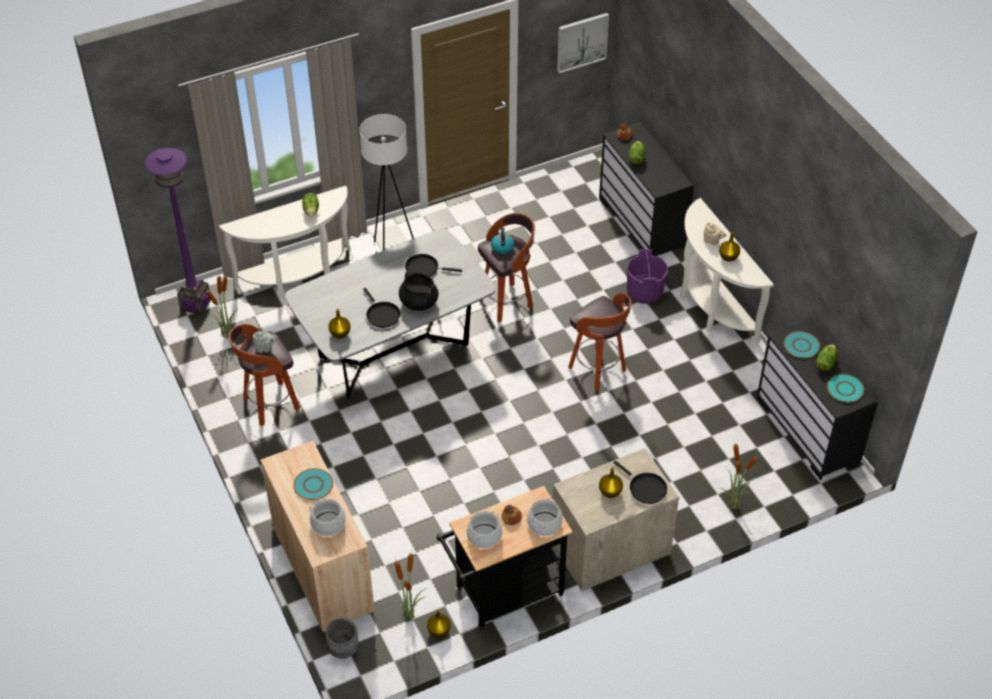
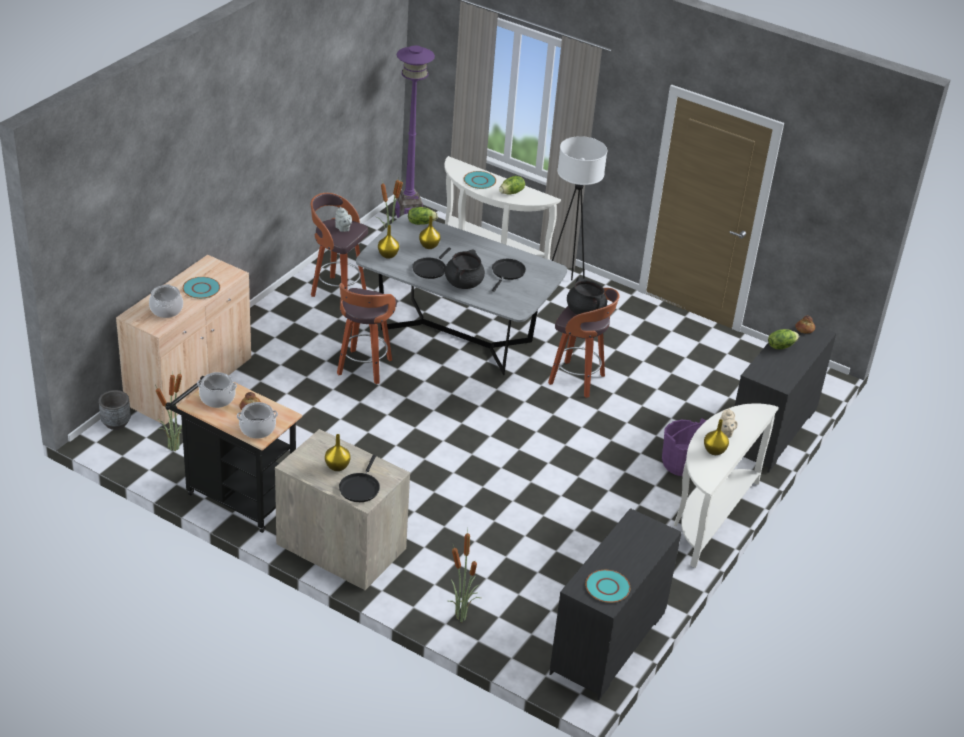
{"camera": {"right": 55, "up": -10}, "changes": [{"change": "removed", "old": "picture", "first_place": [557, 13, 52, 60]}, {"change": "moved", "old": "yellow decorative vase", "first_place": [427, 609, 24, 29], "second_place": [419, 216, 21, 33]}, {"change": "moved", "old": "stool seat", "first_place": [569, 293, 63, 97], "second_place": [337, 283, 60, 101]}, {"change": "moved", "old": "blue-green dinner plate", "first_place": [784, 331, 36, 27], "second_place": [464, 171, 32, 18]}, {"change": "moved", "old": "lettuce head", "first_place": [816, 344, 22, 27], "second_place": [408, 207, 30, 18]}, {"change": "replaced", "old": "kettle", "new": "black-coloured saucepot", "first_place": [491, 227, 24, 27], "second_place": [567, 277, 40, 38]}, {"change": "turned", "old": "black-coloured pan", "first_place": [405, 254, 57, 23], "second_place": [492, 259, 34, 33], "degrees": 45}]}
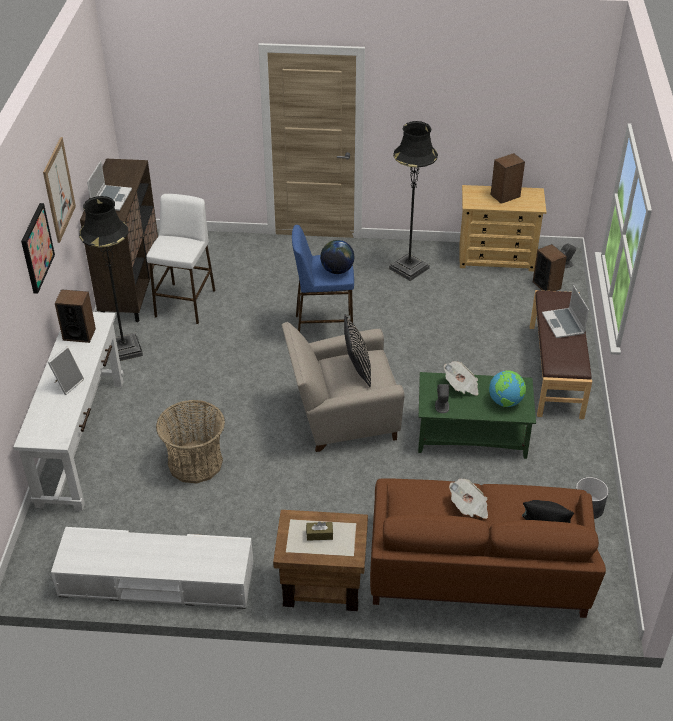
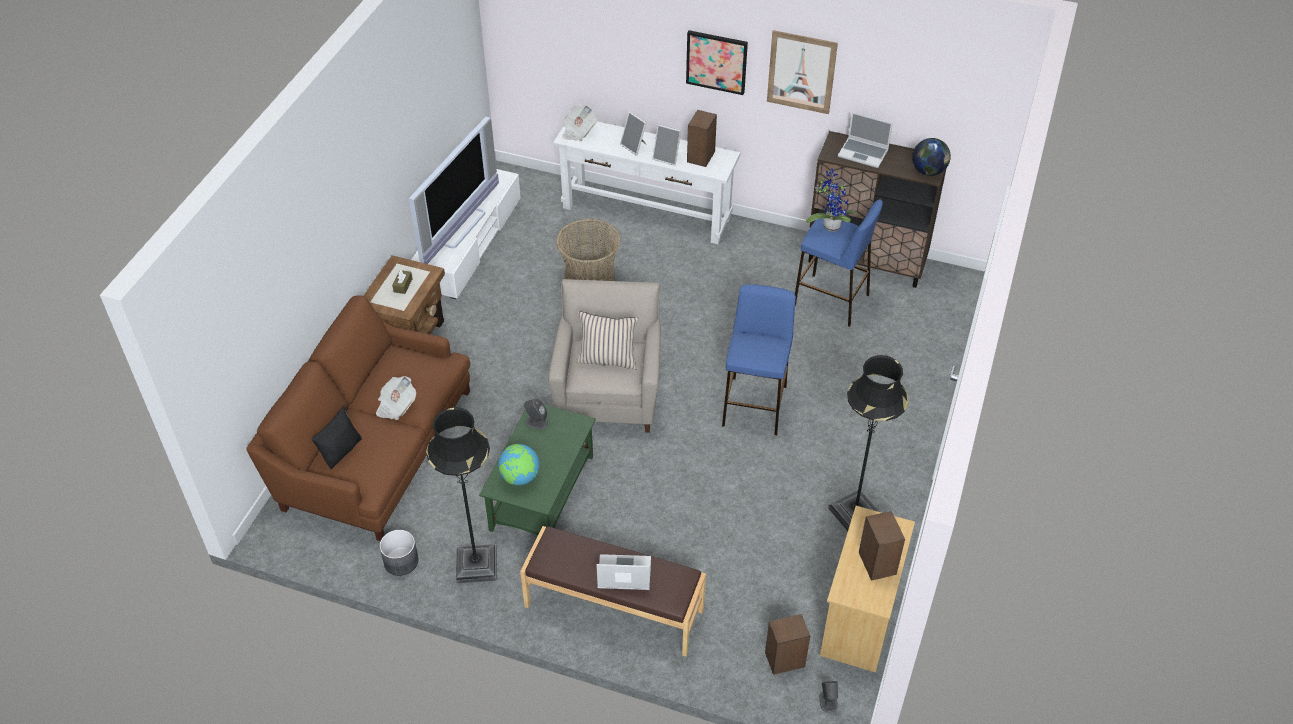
{"camera": {"right": 105, "up": 5}, "changes": [{"change": "added", "new": "television", "second_place": [409, 117, 90, 147]}, {"change": "added", "new": "photo frame", "second_place": [653, 124, 28, 42]}, {"change": "added", "new": "plant in a pot", "second_place": [806, 168, 53, 64]}, {"change": "moved", "old": "black-coloured floor lamp", "first_place": [79, 196, 64, 165], "second_place": [426, 407, 71, 177]}, {"change": "moved", "old": "globe", "first_place": [320, 240, 34, 34], "second_place": [912, 138, 39, 38]}, {"change": "moved", "old": "daily paper", "first_place": [444, 361, 34, 35], "second_place": [562, 105, 35, 36]}, {"change": "recoloured", "old": "whitish stool seat", "new": "bluish stool seat", "first_place": [146, 194, 69, 130], "second_place": [795, 199, 88, 128]}, {"change": "recoloured", "old": "black-coloured throw pillow", "new": "sand-coloured throw pillow", "first_place": [344, 314, 27, 73], "second_place": [576, 311, 63, 59]}]}
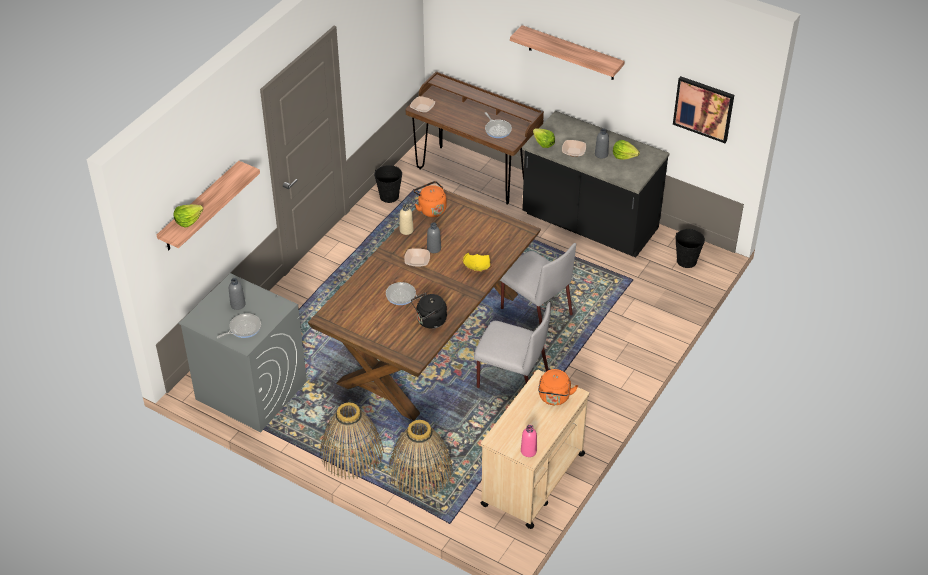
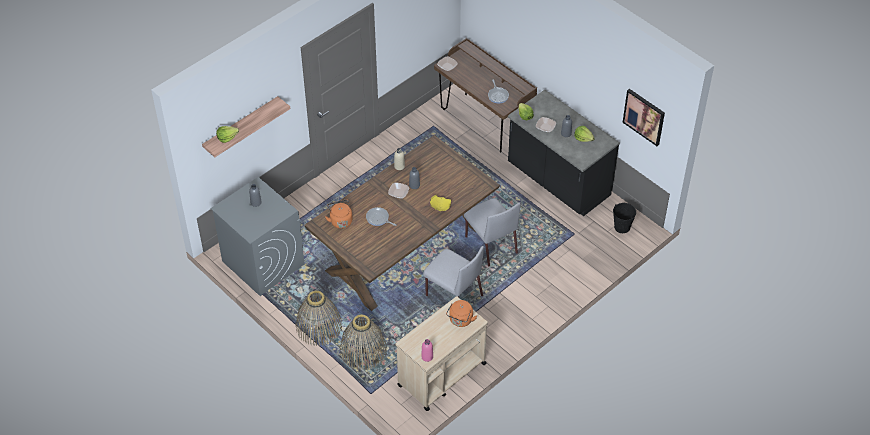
{"camera": {"right": 15, "up": 5}, "changes": [{"change": "removed", "old": "pan", "first_place": [217, 313, 44, 25]}, {"change": "removed", "old": "black-coloured pail", "first_place": [374, 165, 28, 38]}, {"change": "removed", "old": "black-coloured kettle", "first_place": [411, 293, 36, 36]}, {"change": "removed", "old": "bracket shelf", "first_place": [510, 25, 115, 55]}, {"change": "moved", "old": "orangey kettle", "first_place": [414, 181, 32, 36], "second_place": [325, 199, 28, 30]}]}
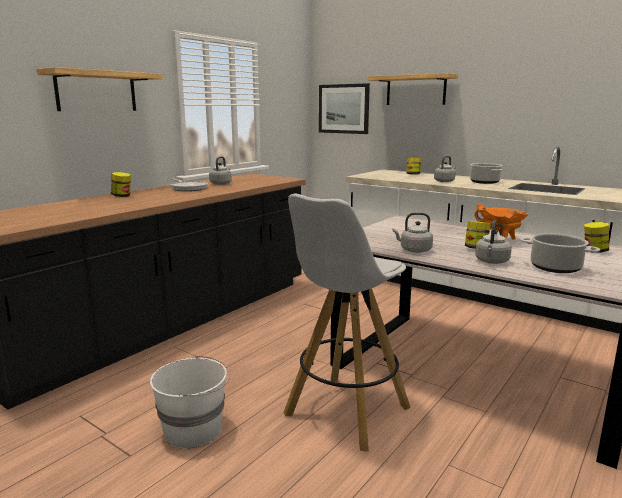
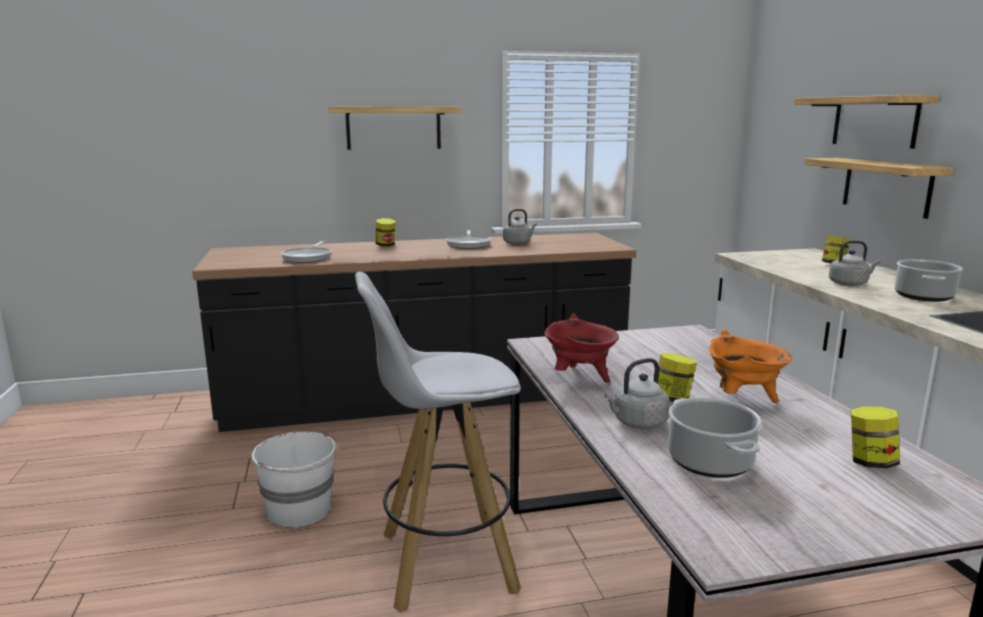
{"camera": {"right": 40, "up": 0}, "changes": [{"change": "removed", "old": "picture", "first_place": [319, 83, 51, 51]}, {"change": "added", "new": "pan", "second_place": [281, 241, 50, 22]}, {"change": "added", "new": "bracket shelf", "second_place": [804, 158, 150, 61]}, {"change": "replaced", "old": "greyish kettle", "new": "red-coloured saucepot", "first_place": [393, 212, 40, 41], "second_place": [544, 313, 75, 69]}]}
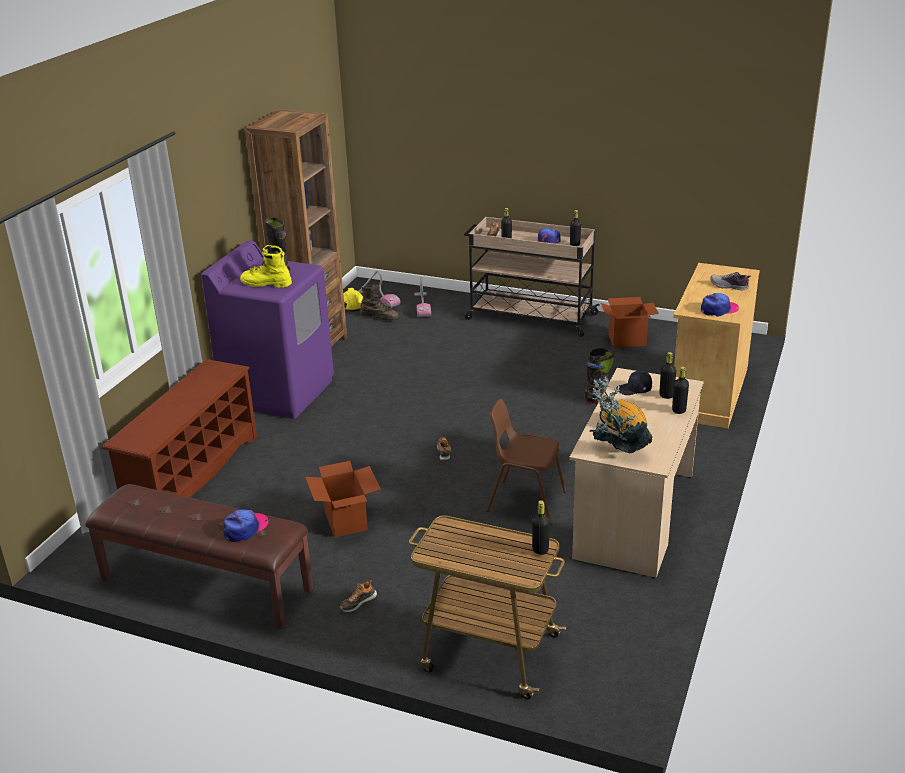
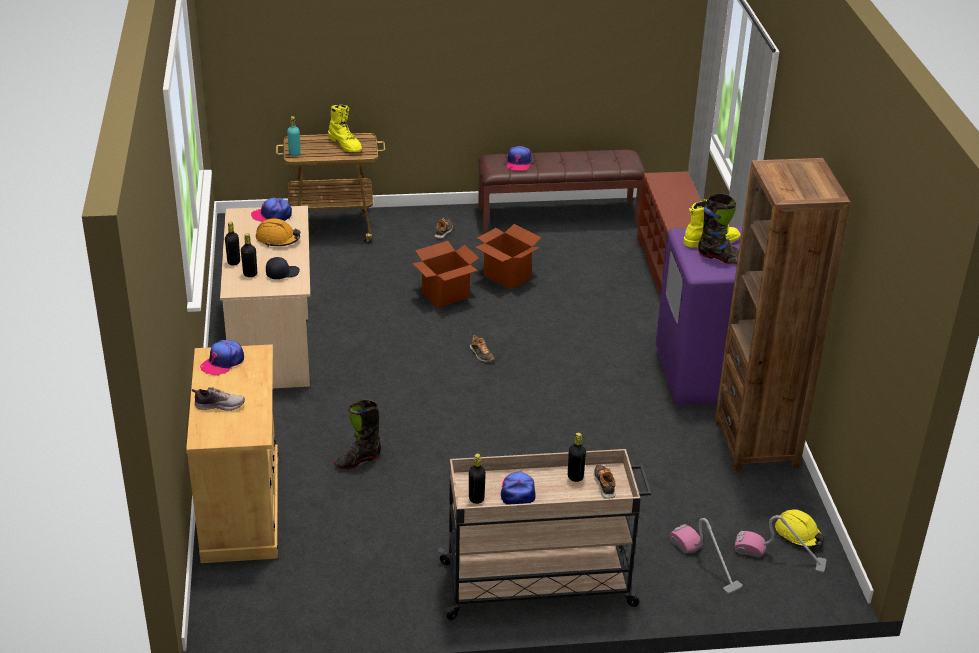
{"camera": {"right": 150, "up": 5}, "changes": [{"change": "removed", "old": "brown boot", "first_place": [360, 284, 40, 36]}, {"change": "removed", "old": "brown chair", "first_place": [487, 399, 79, 126]}, {"change": "added", "new": "yellow boot", "second_place": [328, 105, 34, 47]}, {"change": "moved", "old": "carton", "first_place": [601, 297, 58, 51], "second_place": [412, 241, 67, 67]}, {"change": "replaced", "old": "plant in a pot", "new": "cap", "first_place": [590, 376, 62, 77], "second_place": [251, 197, 41, 25]}, {"change": "recoloured", "old": "black-coloured bottle", "new": "blue-green bottle", "first_place": [532, 500, 18, 55], "second_place": [287, 116, 14, 40]}]}
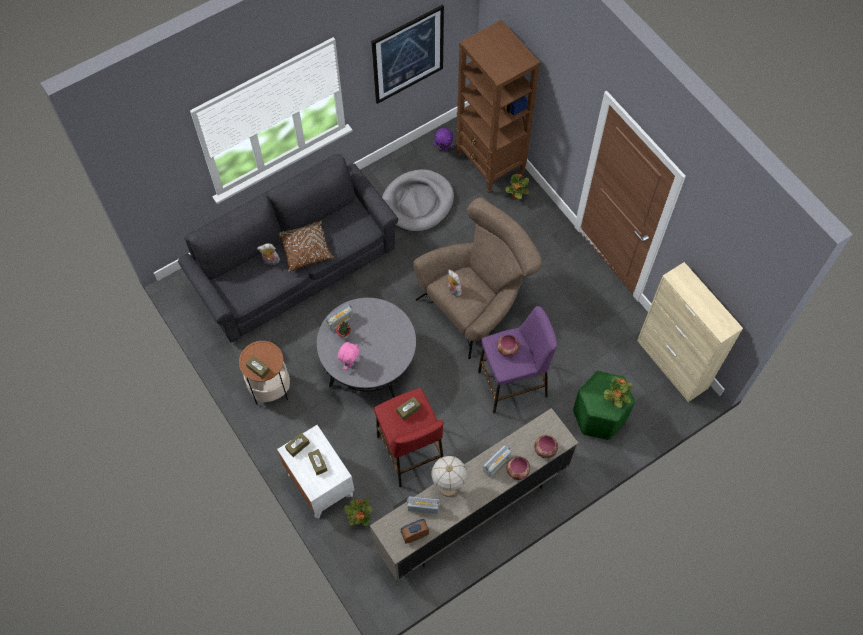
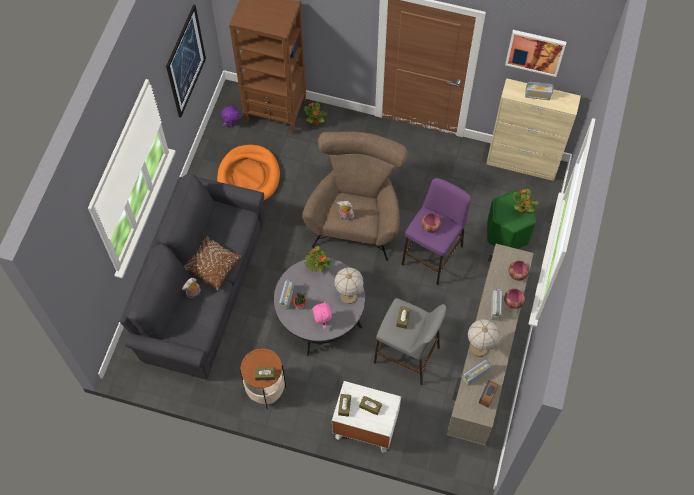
{"camera": {"right": -40, "up": 0}, "changes": [{"change": "added", "new": "tabletop lamp", "second_place": [334, 268, 30, 36]}, {"change": "added", "new": "picture", "second_place": [505, 30, 61, 47]}, {"change": "added", "new": "radio receiver", "second_place": [525, 82, 29, 18]}, {"change": "moved", "old": "plant in a pot", "first_place": [344, 498, 29, 28], "second_place": [304, 246, 27, 26]}, {"change": "recoloured", "old": "red-coloured stool seat", "new": "greyish stool seat", "first_place": [374, 388, 70, 99], "second_place": [374, 298, 72, 87]}, {"change": "recoloured", "old": "greyish dog bed", "new": "orangey dog bed", "first_place": [382, 169, 72, 63], "second_place": [217, 145, 63, 56]}]}
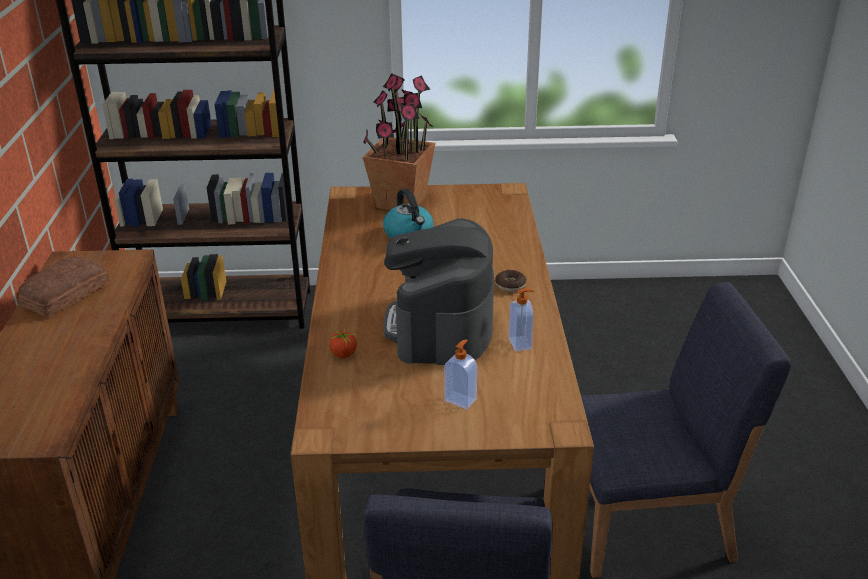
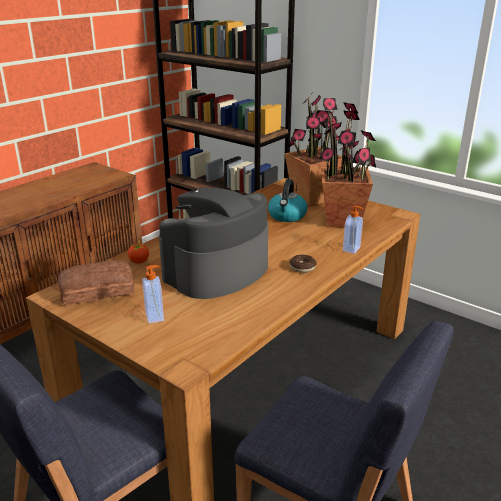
{"camera": {"right": 40, "up": -5}, "changes": [{"change": "added", "new": "plant in a pot", "second_place": [319, 102, 57, 125]}, {"change": "moved", "old": "bakery bread", "first_place": [18, 256, 92, 62], "second_place": [58, 260, 77, 45]}, {"change": "moved", "old": "soap bottle", "first_place": [509, 288, 25, 63], "second_place": [343, 206, 20, 48]}]}
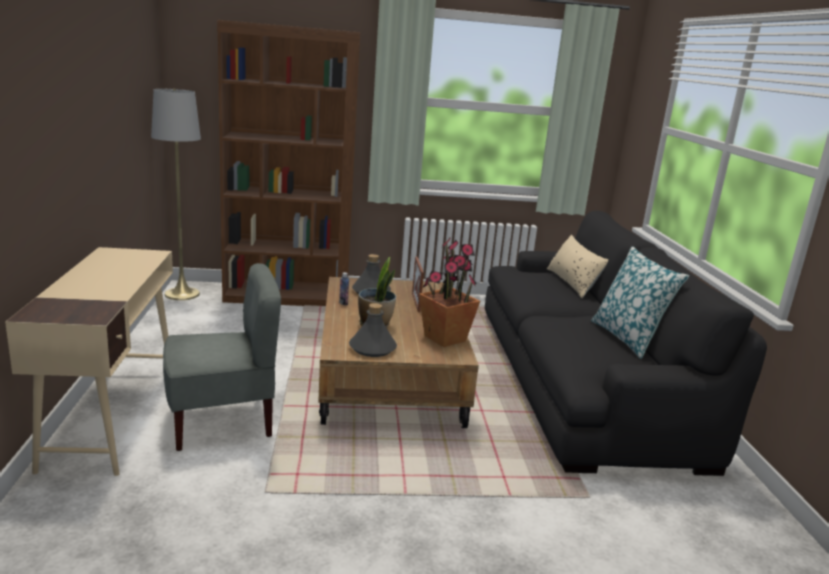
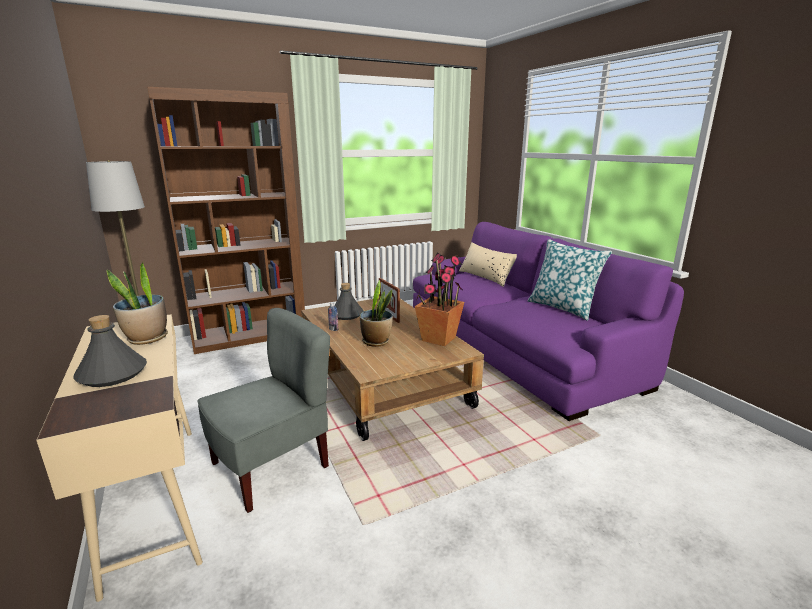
{"camera": {"right": -20, "up": 0}, "changes": [{"change": "added", "new": "plant in a pot", "second_place": [107, 262, 61, 83]}, {"change": "moved", "old": "greyish bottle", "first_place": [349, 303, 48, 54], "second_place": [73, 315, 74, 72]}, {"change": "recoloured", "old": "black-coloured couch", "new": "purplish couch", "first_place": [485, 211, 282, 265], "second_place": [413, 222, 271, 199]}]}
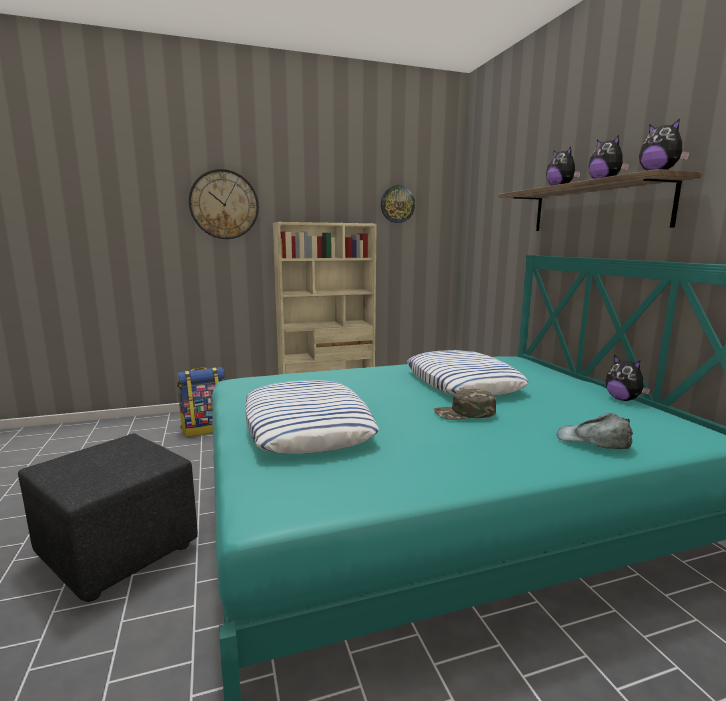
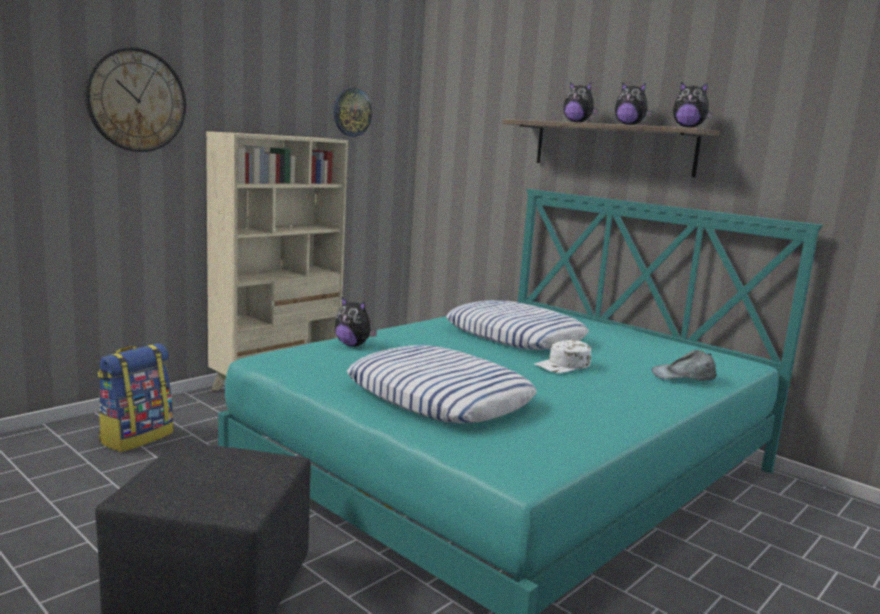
{"camera": {"right": -30, "up": 0}, "changes": [{"change": "moved", "old": "plush toy", "first_place": [606, 356, 44, 45], "second_place": [335, 297, 42, 50]}, {"change": "recoloured", "old": "green cap", "new": "whitish cap", "first_place": [434, 389, 62, 31], "second_place": [534, 340, 57, 33]}]}
